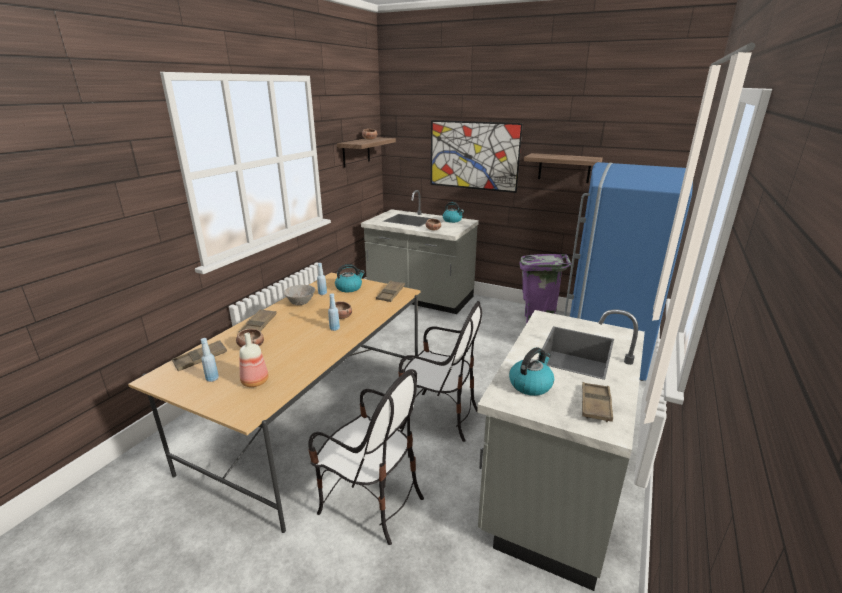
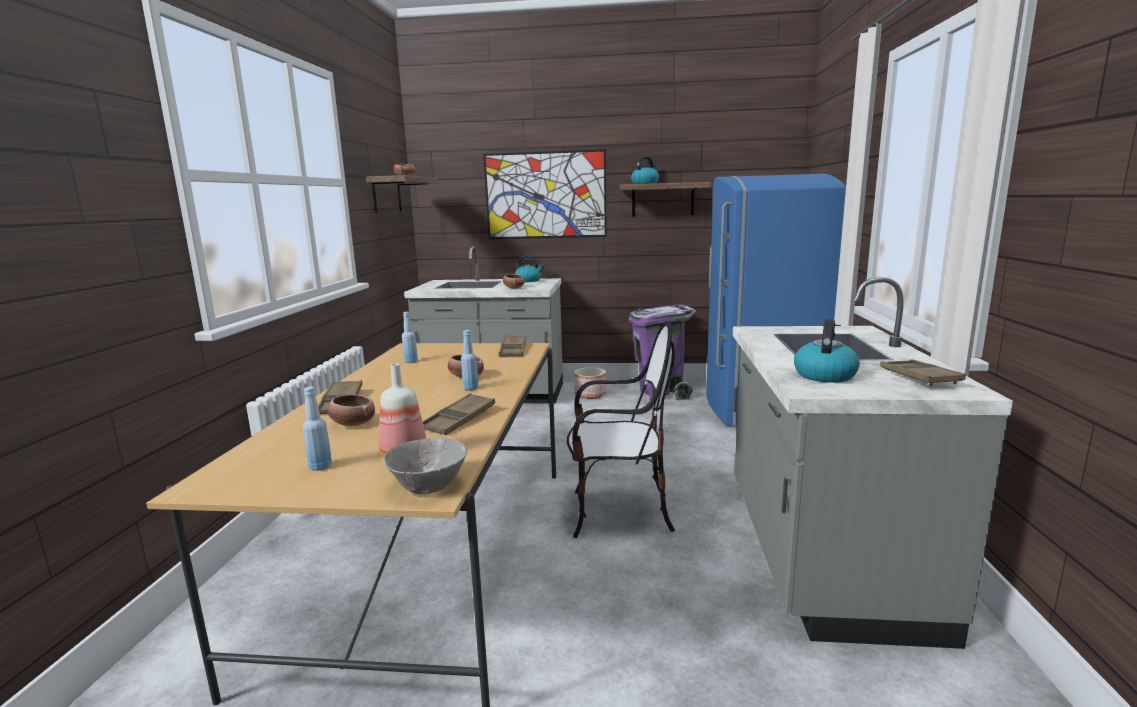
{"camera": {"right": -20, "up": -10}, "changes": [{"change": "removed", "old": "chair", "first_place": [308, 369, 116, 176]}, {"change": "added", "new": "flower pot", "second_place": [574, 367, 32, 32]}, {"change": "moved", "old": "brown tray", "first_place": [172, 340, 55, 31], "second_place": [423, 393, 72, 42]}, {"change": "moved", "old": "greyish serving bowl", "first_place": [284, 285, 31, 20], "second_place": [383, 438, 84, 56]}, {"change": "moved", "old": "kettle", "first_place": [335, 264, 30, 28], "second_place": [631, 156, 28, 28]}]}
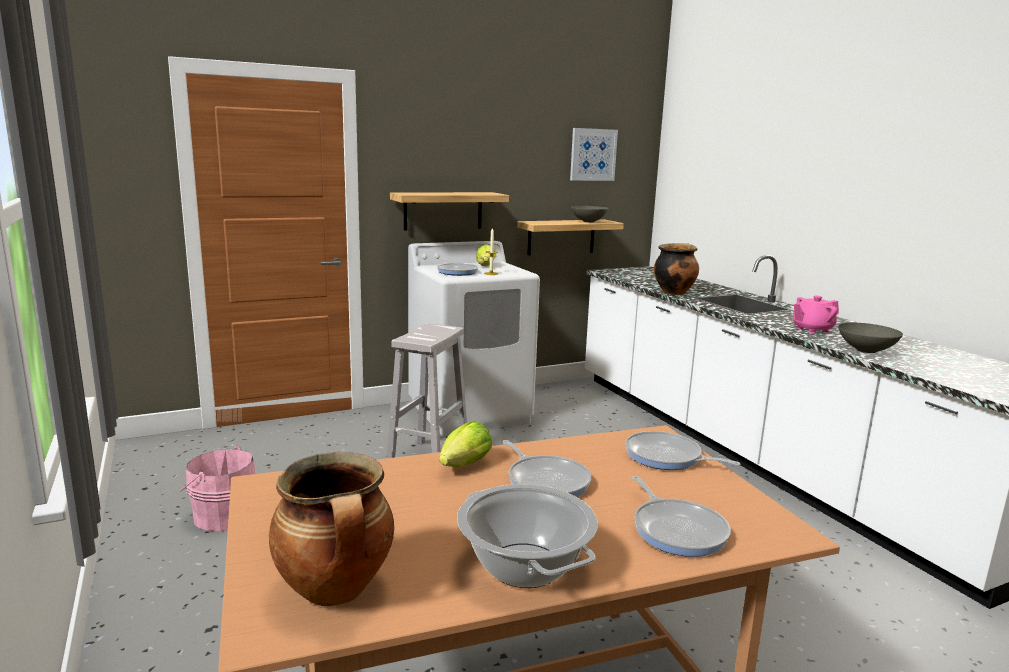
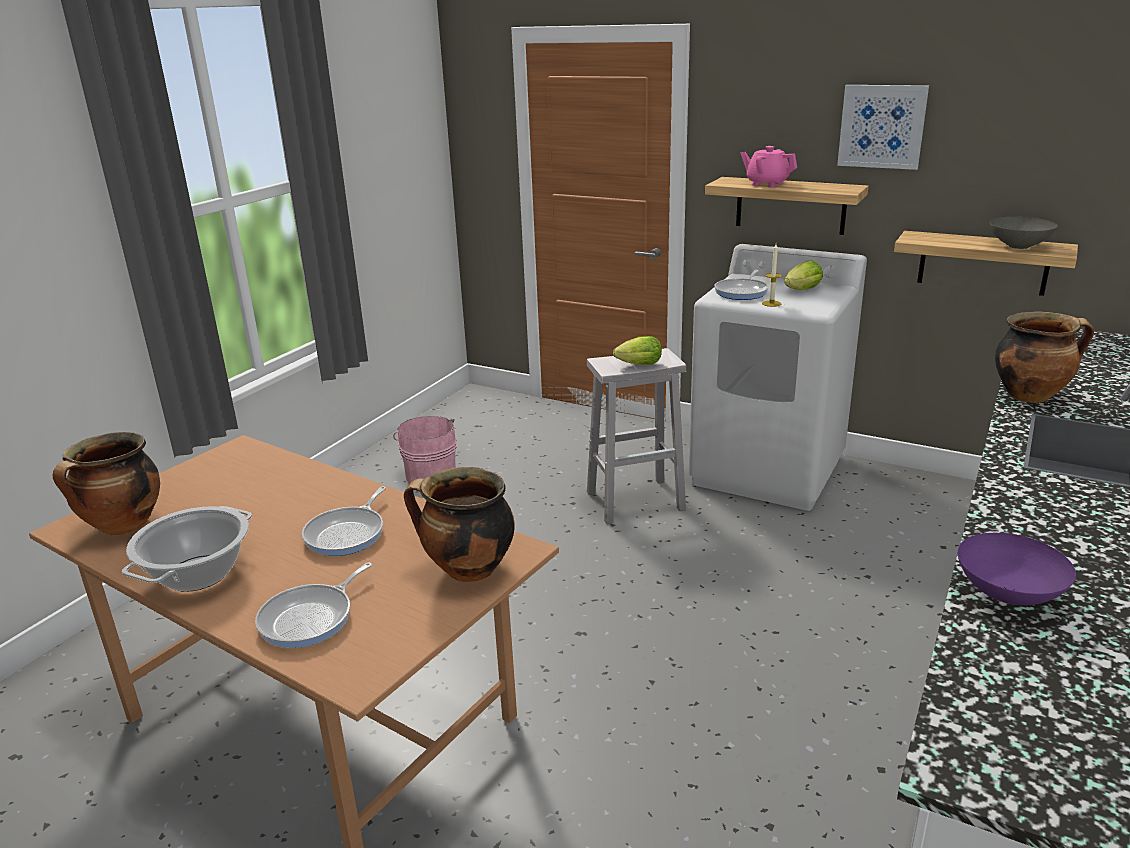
{"camera": {"right": 55, "up": 10}, "changes": [{"change": "moved", "old": "lettuce head", "first_place": [439, 421, 53, 46], "second_place": [613, 336, 49, 29]}, {"change": "moved", "old": "picture", "first_place": [570, 128, 48, 53], "second_place": [837, 85, 92, 85]}, {"change": "moved", "old": "pink pot for tea", "first_place": [793, 296, 46, 38], "second_place": [740, 146, 57, 41]}, {"change": "replaced", "old": "pan", "new": "saucepot", "first_place": [625, 431, 115, 39], "second_place": [404, 467, 111, 115]}, {"change": "recoloured", "old": "greyish serving bowl", "new": "purplish serving bowl", "first_place": [838, 323, 65, 30], "second_place": [958, 533, 118, 72]}]}
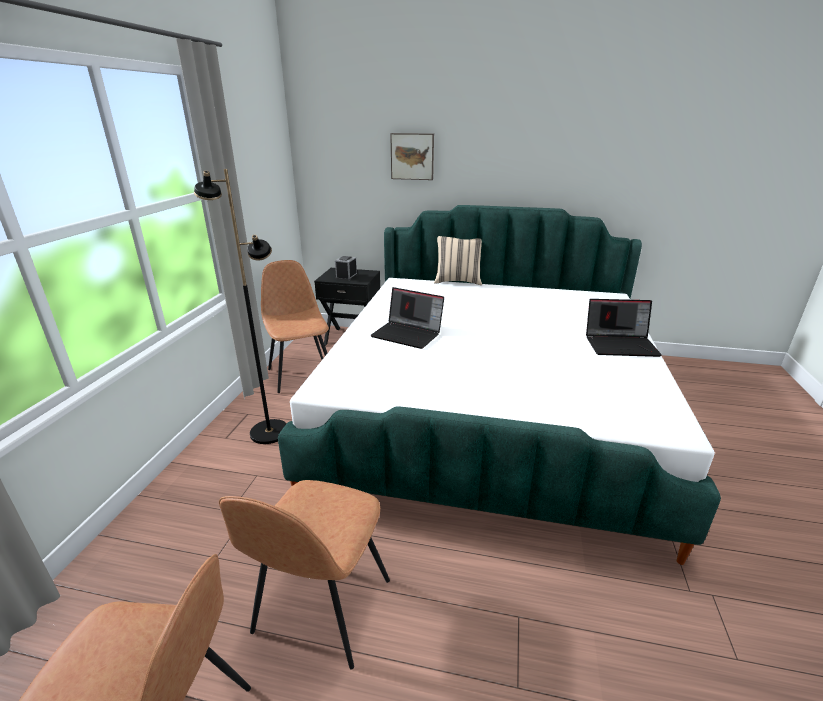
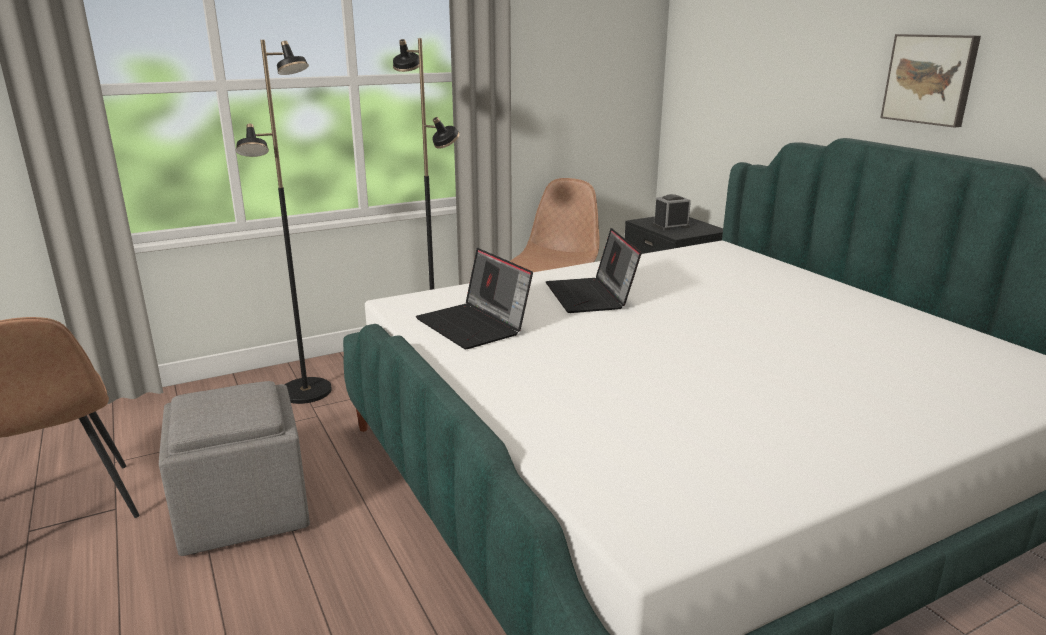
{"camera": {"right": 50, "up": -5}, "changes": [{"change": "removed", "old": "sand-coloured throw pillow", "first_place": [434, 236, 48, 49]}, {"change": "added", "new": "black-coloured floor lamp", "second_place": [236, 40, 96, 364]}, {"change": "moved", "old": "picture", "first_place": [390, 133, 44, 47], "second_place": [880, 34, 101, 94]}, {"change": "moved", "old": "laptop", "first_place": [586, 299, 76, 58], "second_place": [416, 248, 117, 101]}, {"change": "replaced", "old": "brown chair", "new": "greyish ottoman", "first_place": [219, 480, 171, 189], "second_place": [159, 381, 151, 175]}]}
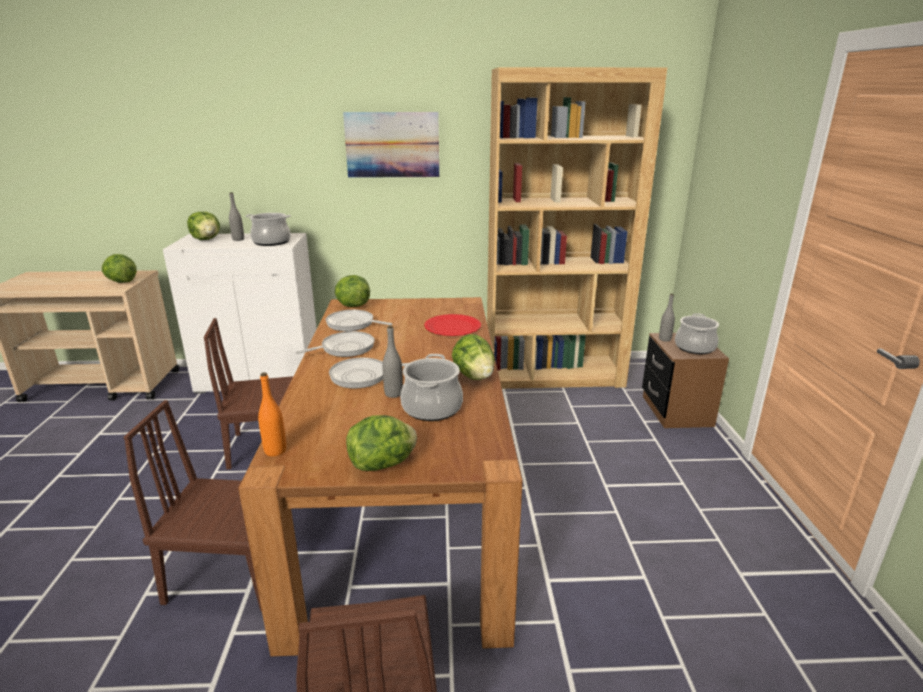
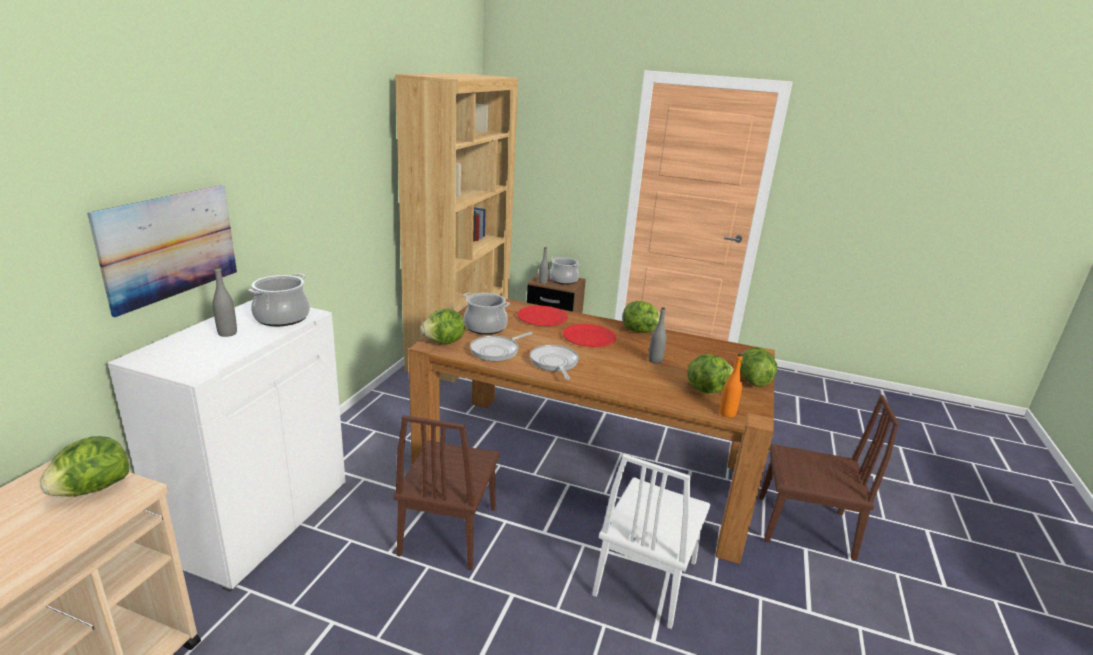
{"camera": {"right": -70, "up": 0}, "changes": [{"change": "removed", "old": "pan", "first_place": [329, 358, 80, 31]}, {"change": "added", "new": "red-coloured dinner plate", "second_place": [563, 324, 53, 23]}, {"change": "moved", "old": "lettuce head", "first_place": [187, 212, 33, 28], "second_place": [687, 354, 46, 39]}, {"change": "moved", "old": "picture", "first_place": [343, 112, 96, 66], "second_place": [87, 185, 150, 132]}, {"change": "moved", "old": "saucepot", "first_place": [400, 354, 63, 67], "second_place": [463, 292, 47, 43]}, {"change": "recoloured", "old": "brown chair", "new": "whitish chair", "first_place": [124, 400, 173, 212], "second_place": [592, 454, 118, 175]}]}
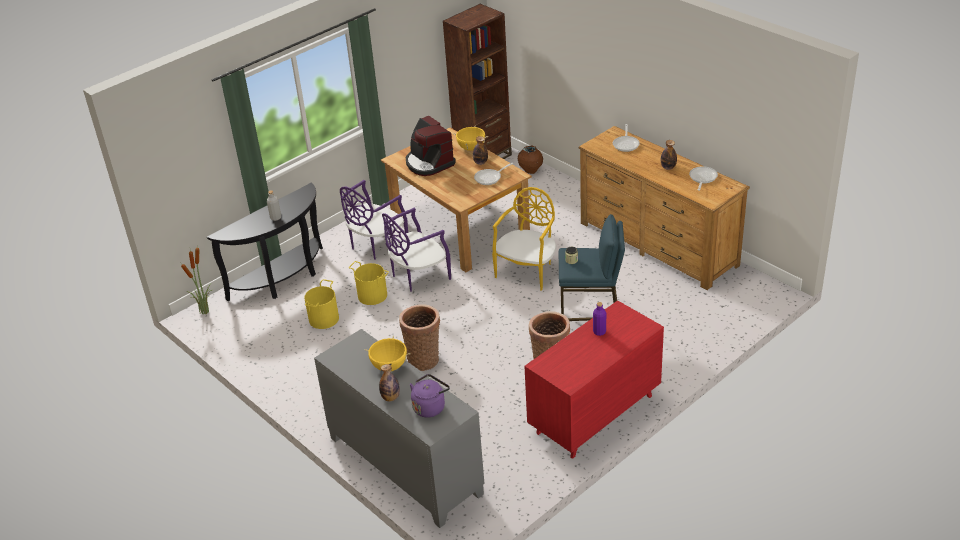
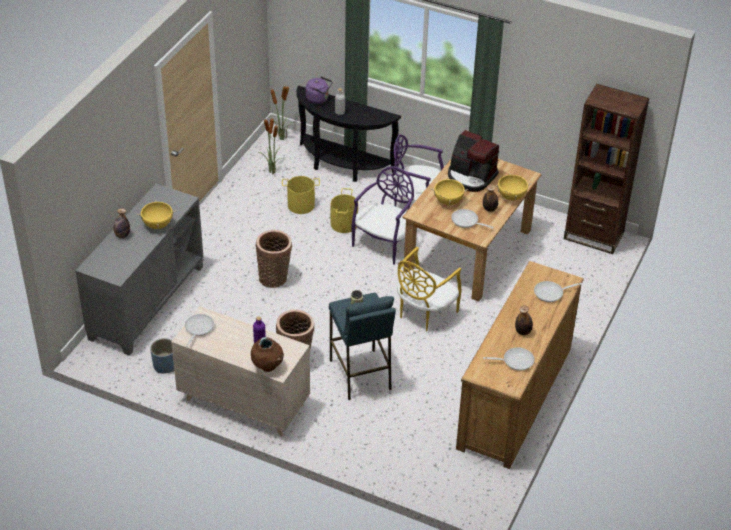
{"camera": {"right": 65, "up": 5}, "changes": [{"change": "added", "new": "bluish flower pot", "second_place": [150, 338, 24, 35]}, {"change": "added", "new": "pan", "second_place": [185, 314, 29, 33]}, {"change": "added", "new": "plant in a pot", "second_place": [259, 118, 23, 56]}, {"change": "added", "new": "yellow saucepot", "second_place": [431, 177, 37, 28]}, {"change": "moved", "old": "purplish kettle", "first_place": [410, 374, 40, 44], "second_place": [306, 76, 26, 28]}, {"change": "moved", "old": "brown decorative vase", "first_place": [518, 145, 25, 29], "second_place": [251, 337, 33, 35]}, {"change": "recoloured", "old": "red-coloured dresser", "new": "sand-coloured dresser", "first_place": [524, 300, 140, 159], "second_place": [171, 306, 139, 130]}, {"change": "turned", "old": "purplish chair", "first_place": [382, 208, 69, 84], "second_place": [351, 166, 63, 99], "degrees": 90}, {"change": "turned", "old": "coffee maker", "first_place": [406, 116, 50, 60], "second_place": [448, 130, 51, 62], "degrees": -90}, {"change": "turned", "old": "yellow chair", "first_place": [492, 187, 64, 104], "second_place": [397, 247, 65, 85], "degrees": 120}]}
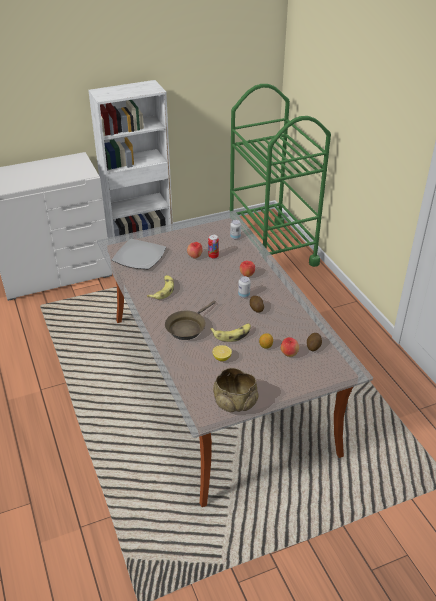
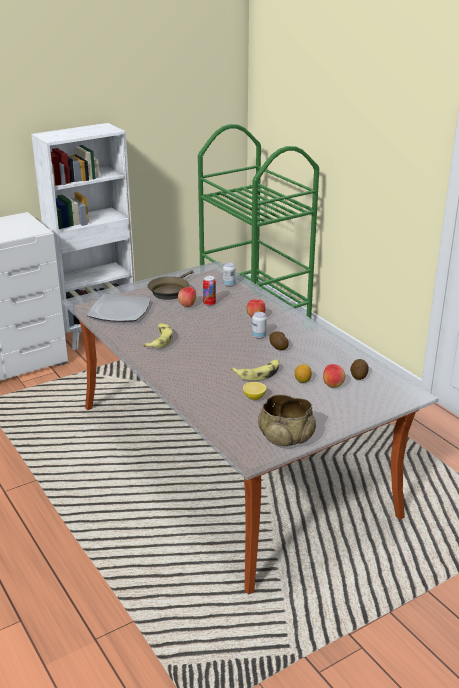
{"camera": {"right": -10, "up": -10}, "changes": [{"change": "moved", "old": "brown pan", "first_place": [165, 300, 51, 40], "second_place": [148, 270, 46, 30]}]}
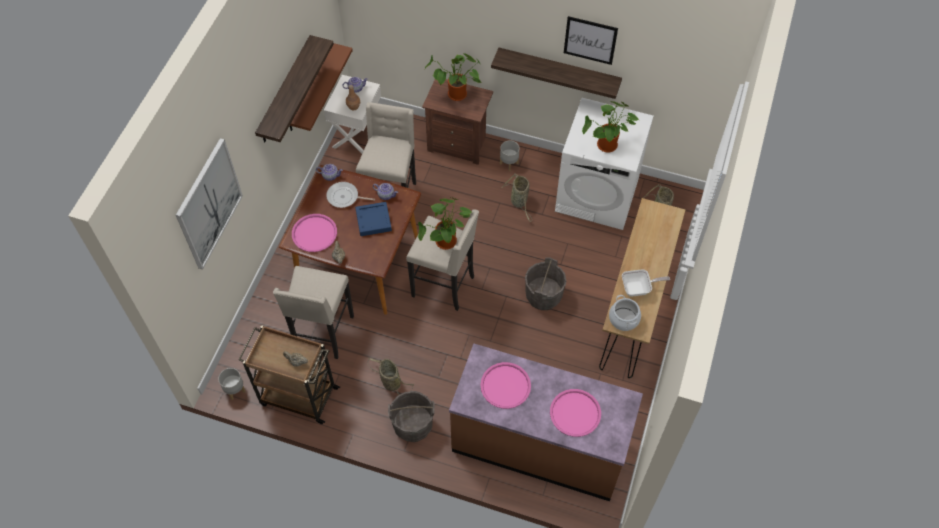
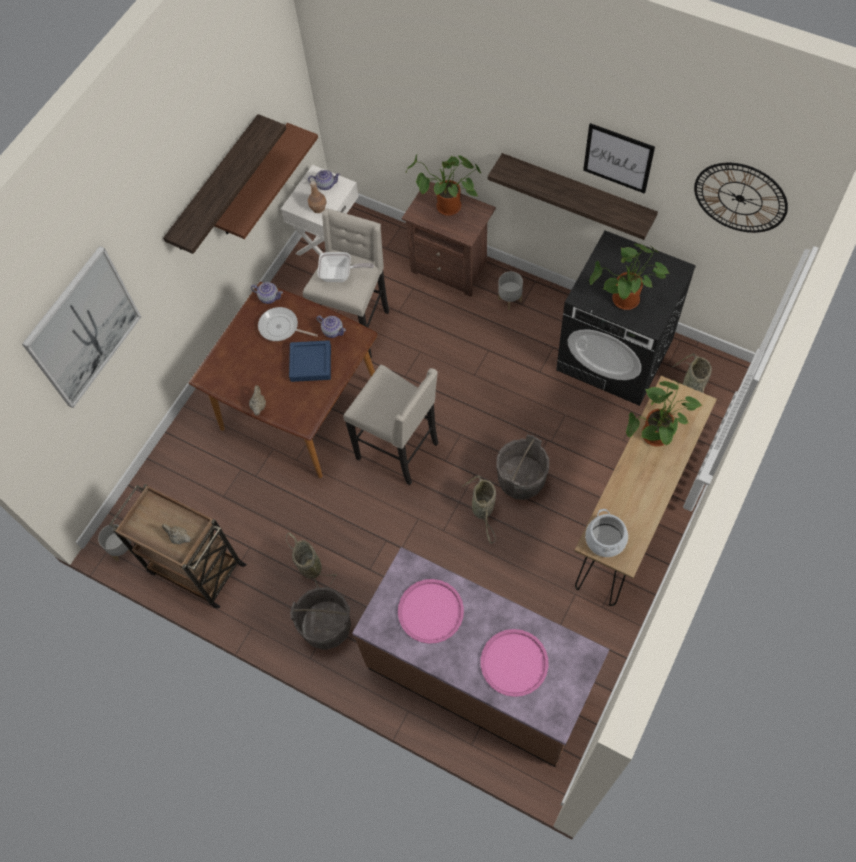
{"camera": {"right": 15, "up": 5}, "changes": [{"change": "removed", "old": "sand-coloured stool seat", "first_place": [273, 266, 81, 93]}, {"change": "removed", "old": "pink tray", "first_place": [292, 214, 45, 38]}, {"change": "added", "new": "wall clock", "second_place": [694, 163, 94, 70]}, {"change": "moved", "old": "plant in a pot", "first_place": [418, 197, 55, 53], "second_place": [626, 380, 77, 67]}, {"change": "moved", "old": "household basket", "first_place": [502, 174, 30, 48], "second_place": [463, 475, 33, 69]}, {"change": "moved", "old": "pan", "first_place": [622, 270, 48, 27], "second_place": [318, 252, 56, 30]}, {"change": "recoloured", "old": "whitish laundry machine", "new": "black-coloured laundry machine", "first_place": [555, 98, 98, 132], "second_place": [556, 230, 140, 176]}]}
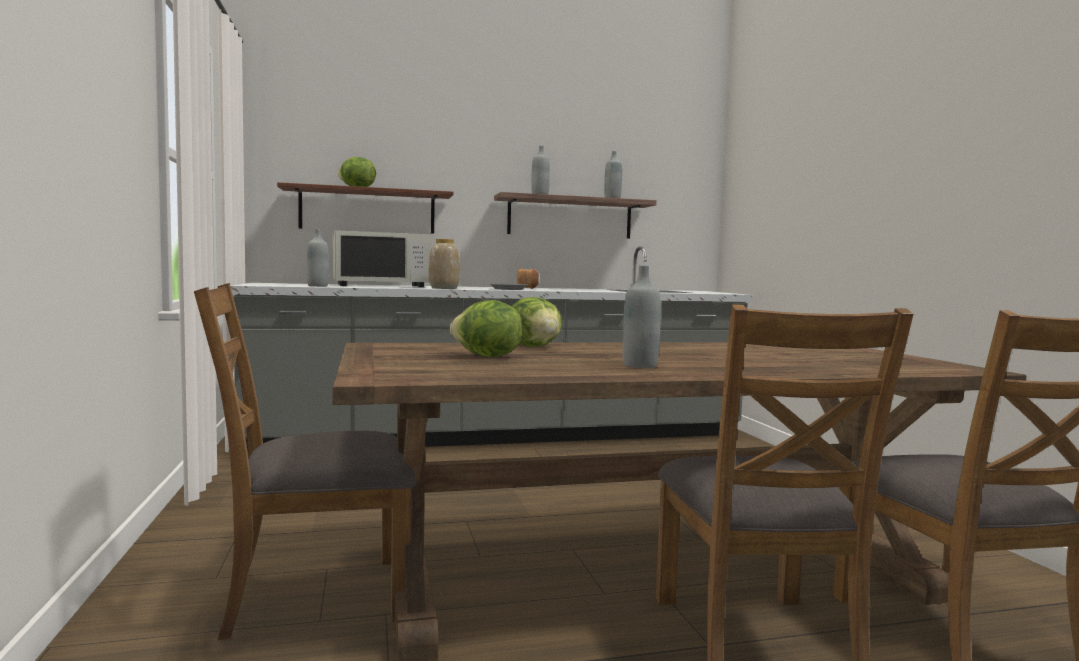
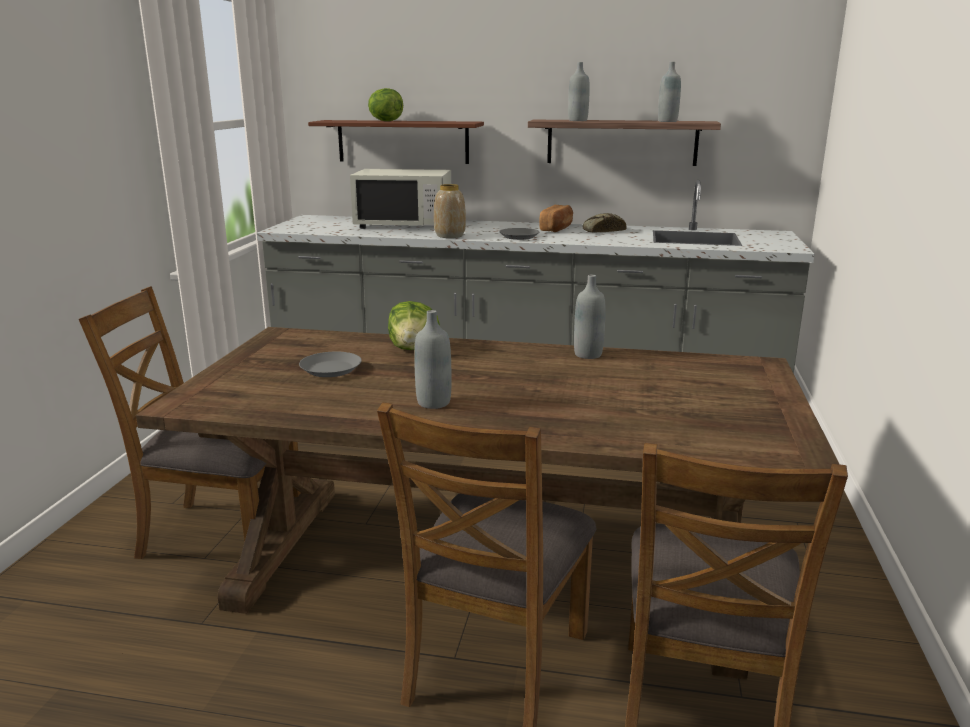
{"camera": {"right": 25, "up": 15}, "changes": [{"change": "added", "new": "bakery bread", "second_place": [582, 213, 45, 20]}, {"change": "moved", "old": "greyish bottle", "first_place": [307, 229, 22, 58], "second_place": [574, 275, 31, 84]}, {"change": "replaced", "old": "lettuce head", "new": "greyish dinner plate", "first_place": [450, 300, 73, 57], "second_place": [299, 351, 63, 26]}]}
